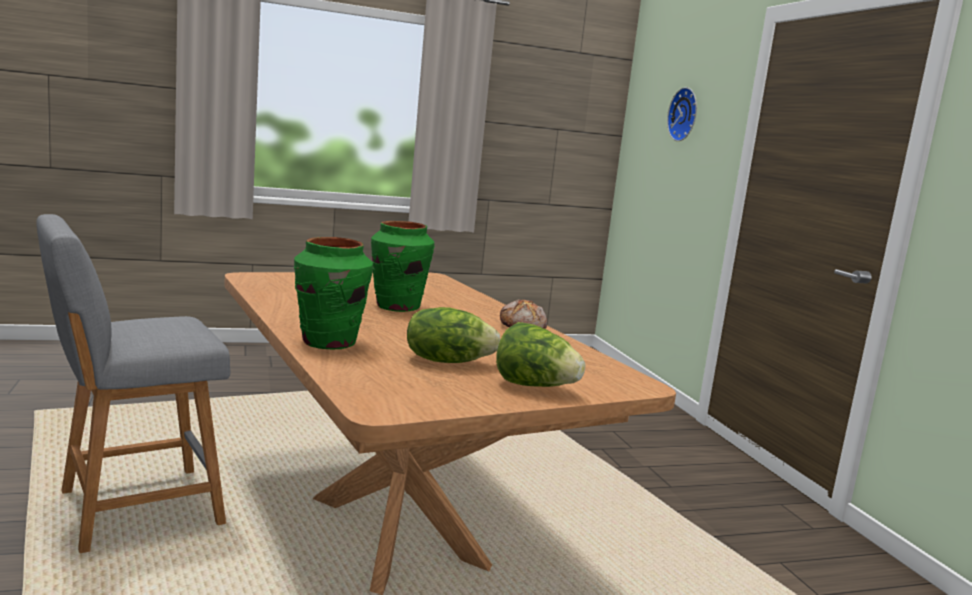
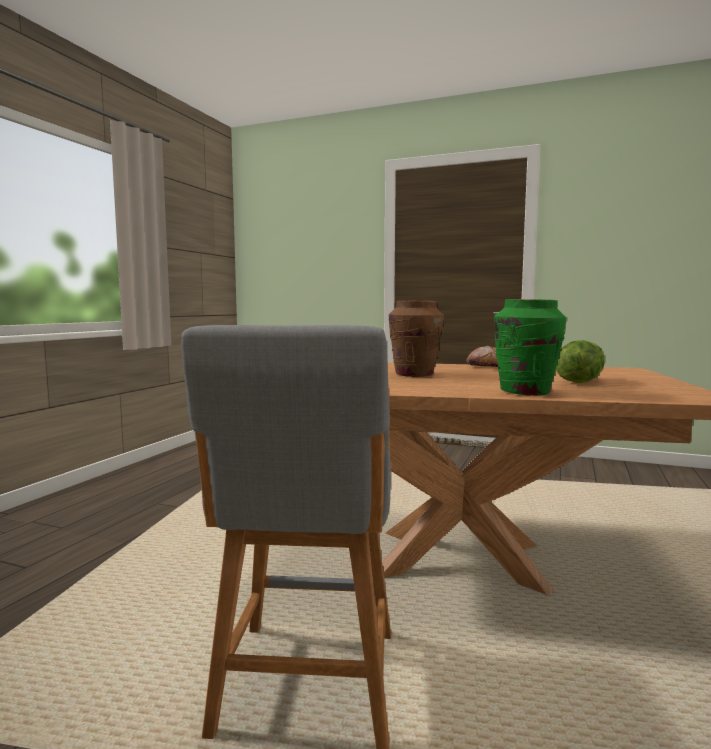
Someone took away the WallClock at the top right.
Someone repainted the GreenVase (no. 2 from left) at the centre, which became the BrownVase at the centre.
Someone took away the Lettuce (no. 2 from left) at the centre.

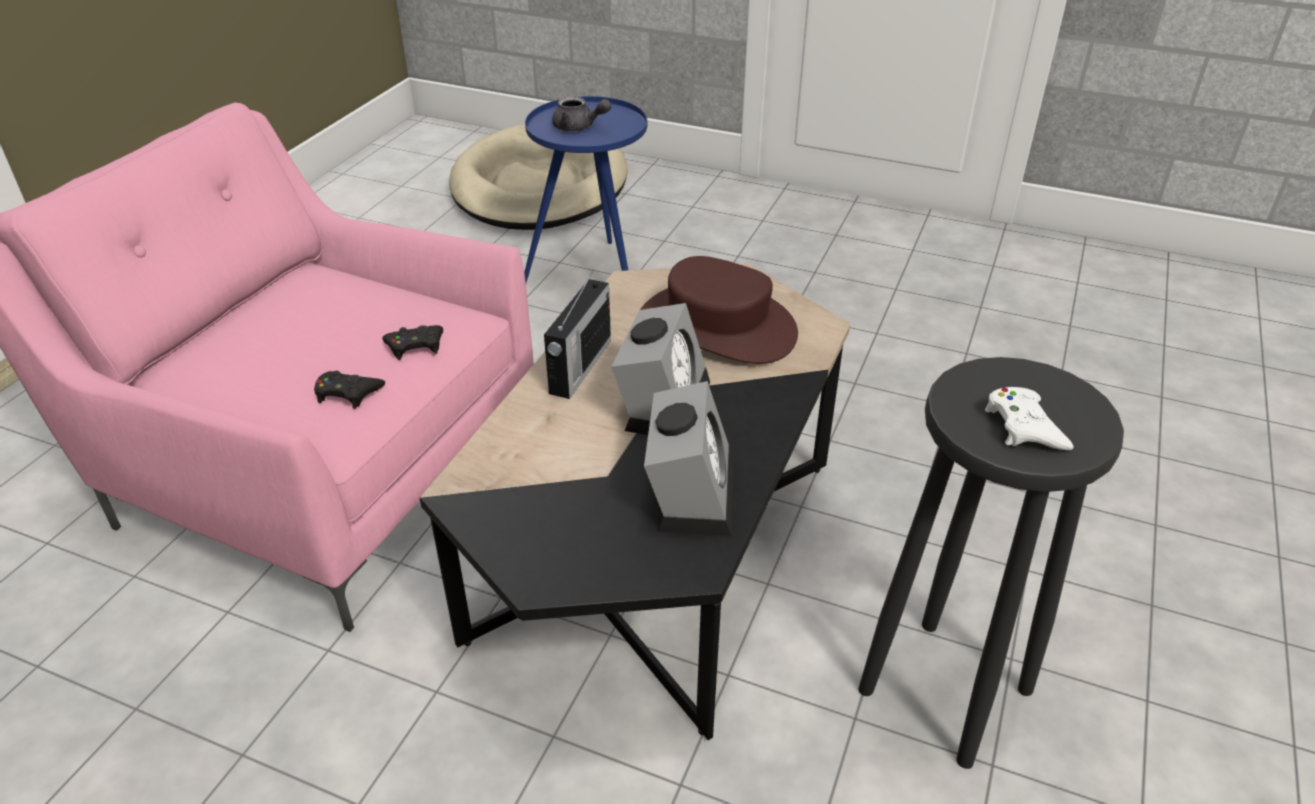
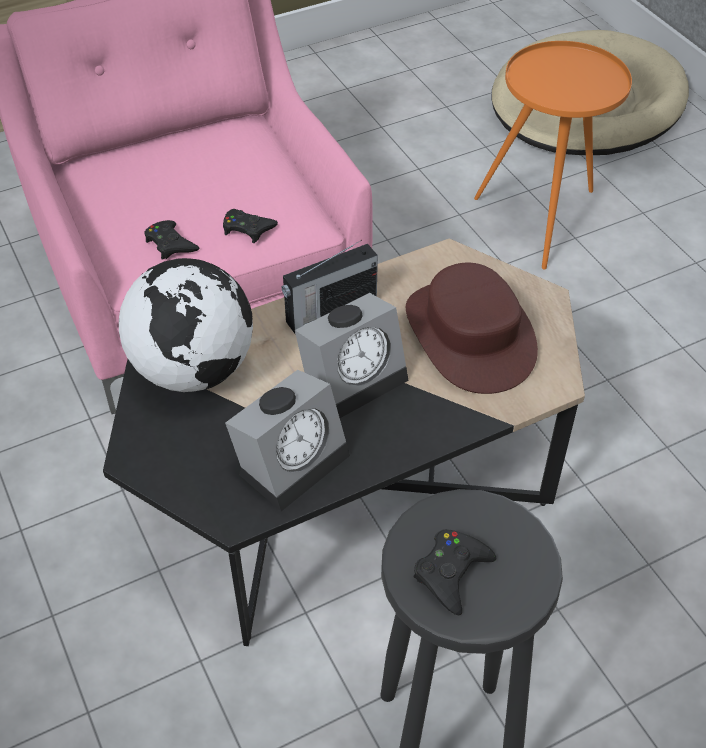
Someone repainted the BlueSideTable at the top centre, which became the OrangeSideTable at the top right.
Someone took away the GreyTeapot at the top centre.
Someone repainted the WhiteGameController at the middle right, which became the BlackGameController (no. 3 from left) at the bottom centre.
Someone put down the Globe at the middle left.

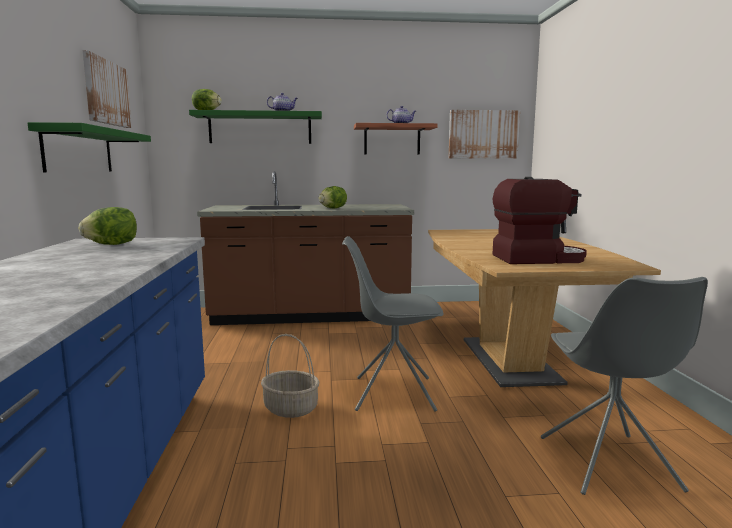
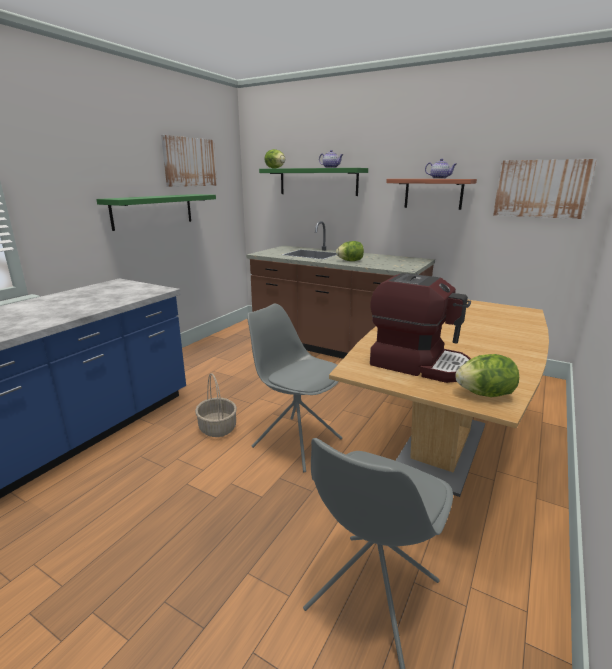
Someone carried the Lettuce (no. 1 from left in the first image) from the middle left to the middle right.

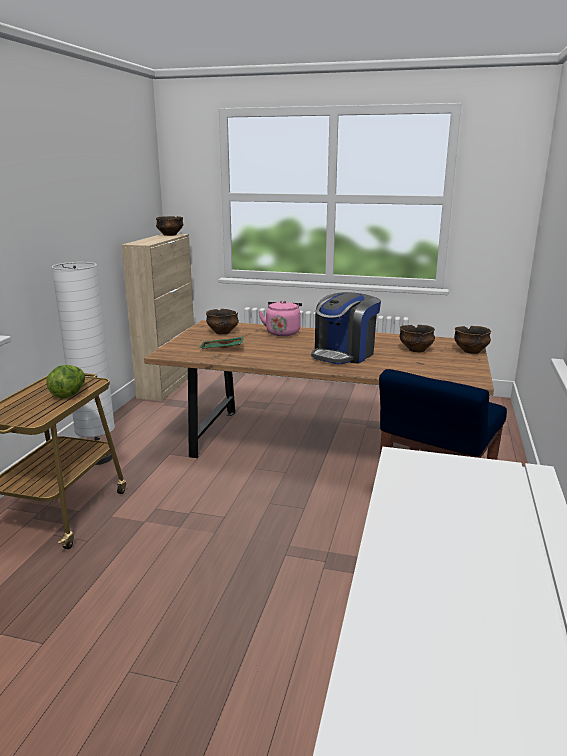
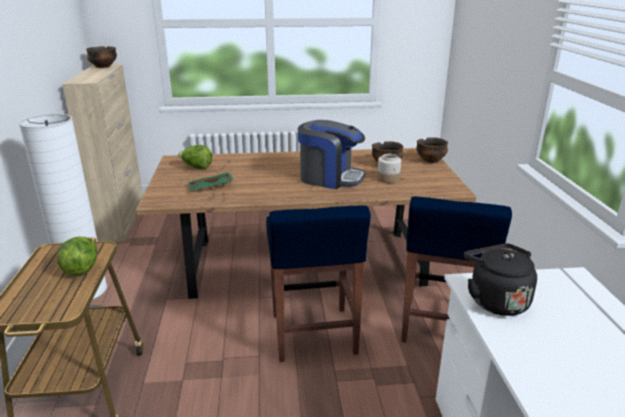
Someone rotated the CoffeeMachine at the centre by 90 degrees counterclockwise.
Someone took away the PinkKettle at the centre.
Someone swapped the Bowl (no. 2 from left) at the centre for the Lettuce (no. 2 from left) at the middle left.
Someone put down the Jar at the centre.
Someone put down the BlueStool (no. 1 from left) at the bottom centre.
Someone put down the BlackKettle at the bottom right.

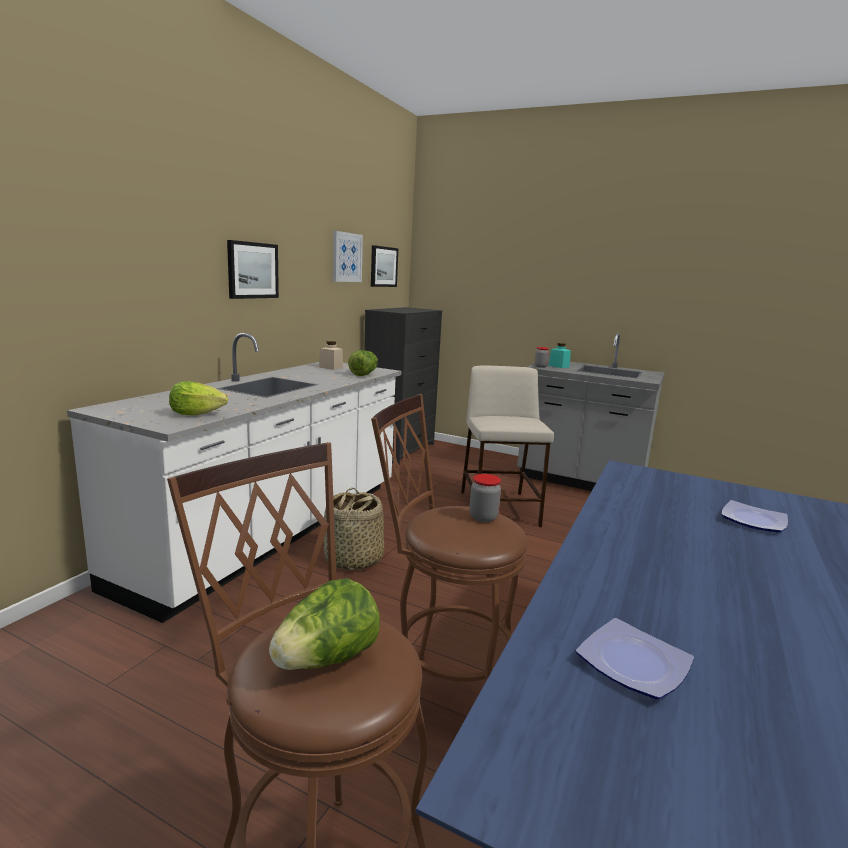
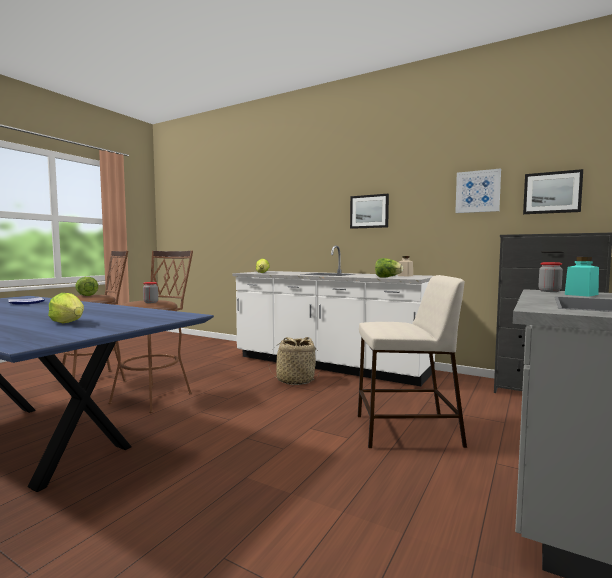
Someone swapped the Plate (no. 2 from left) at the middle right for the Lettuce (no. 1 from left) at the middle left.

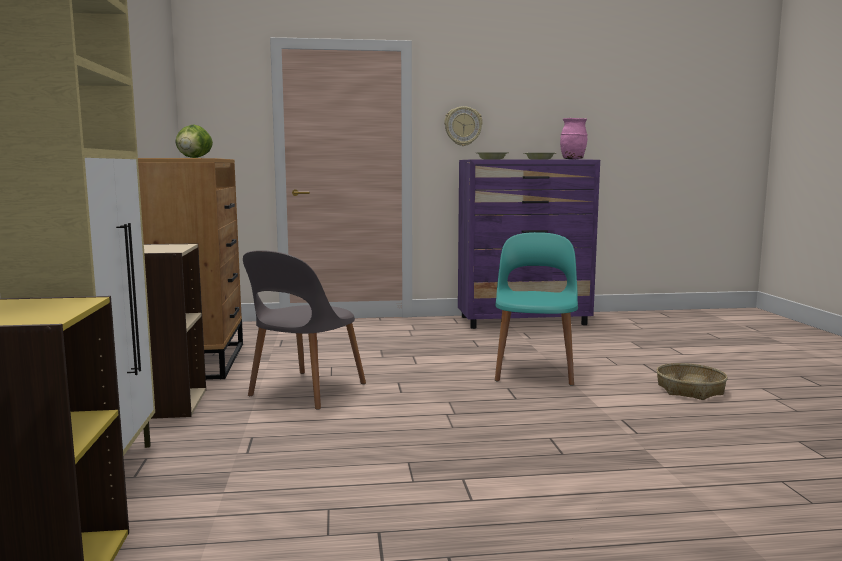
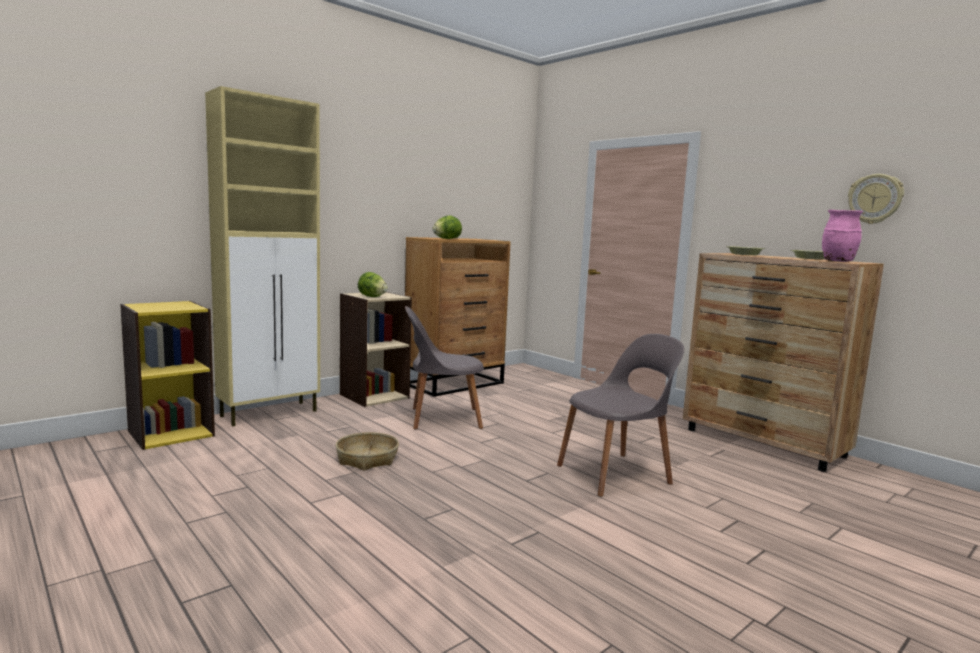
Someone carried the WallClock from the top centre to the top right.
Someone repainted the PurpleDresser at the centre, which became the BrownDresser (no. 2 from left) at the middle right.
Someone repainted the TurquoiseChair at the centre, which became the GreyChair (no. 2 from left) at the centre.
Someone carried the Basket from the bottom right to the bottom centre.
Someone put down the Lettuce (no. 1 from left) at the centre.

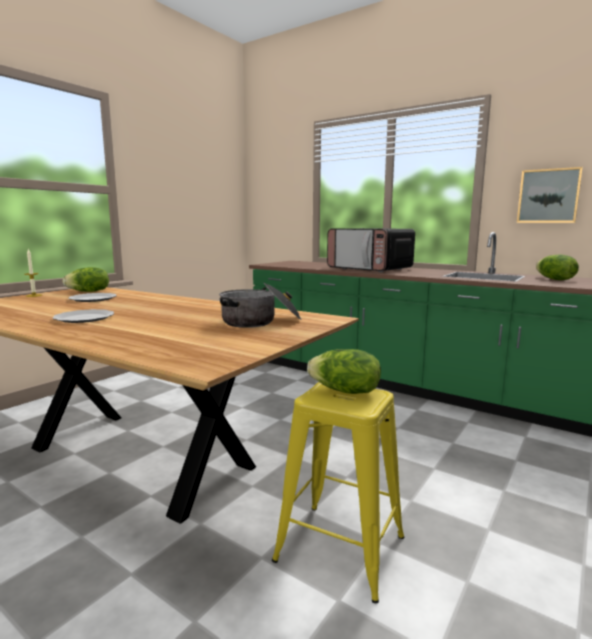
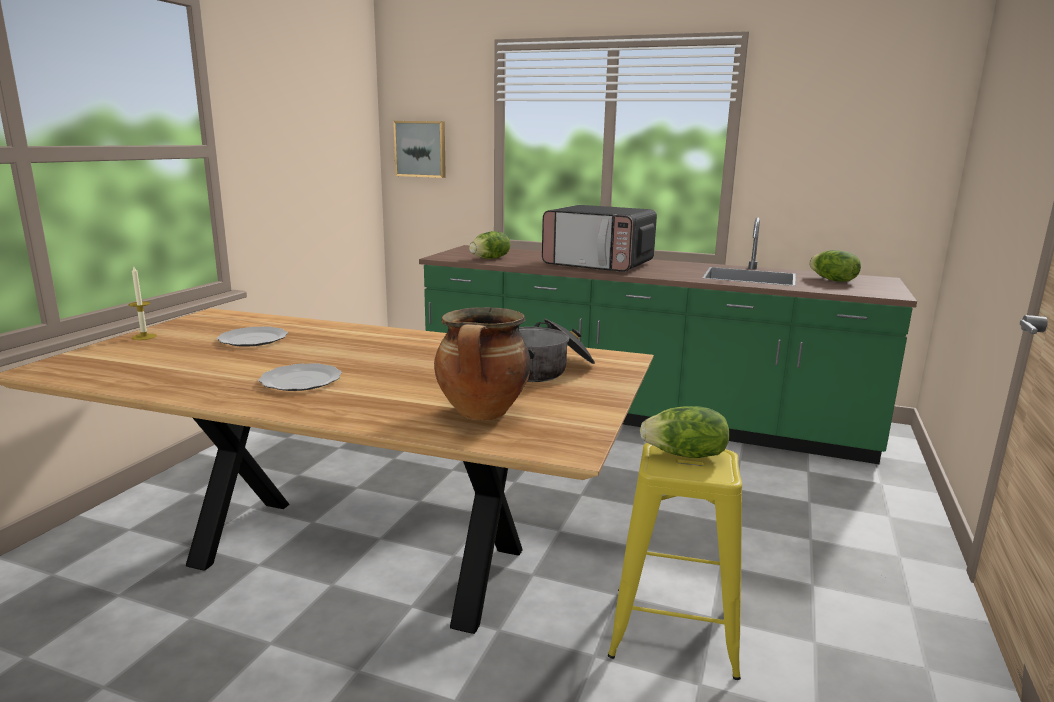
Someone carried the Picture from the top right to the top centre.
Someone carried the Lettuce (no. 1 from left) from the middle left to the centre.
Someone put down the CookingPot (no. 1 from left) at the centre.

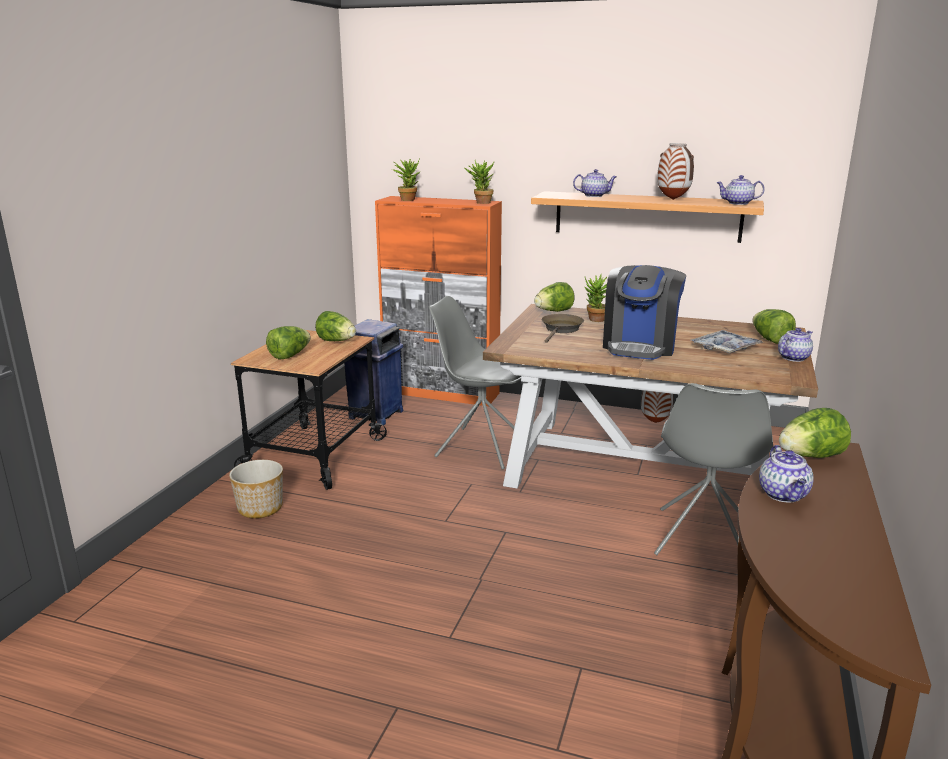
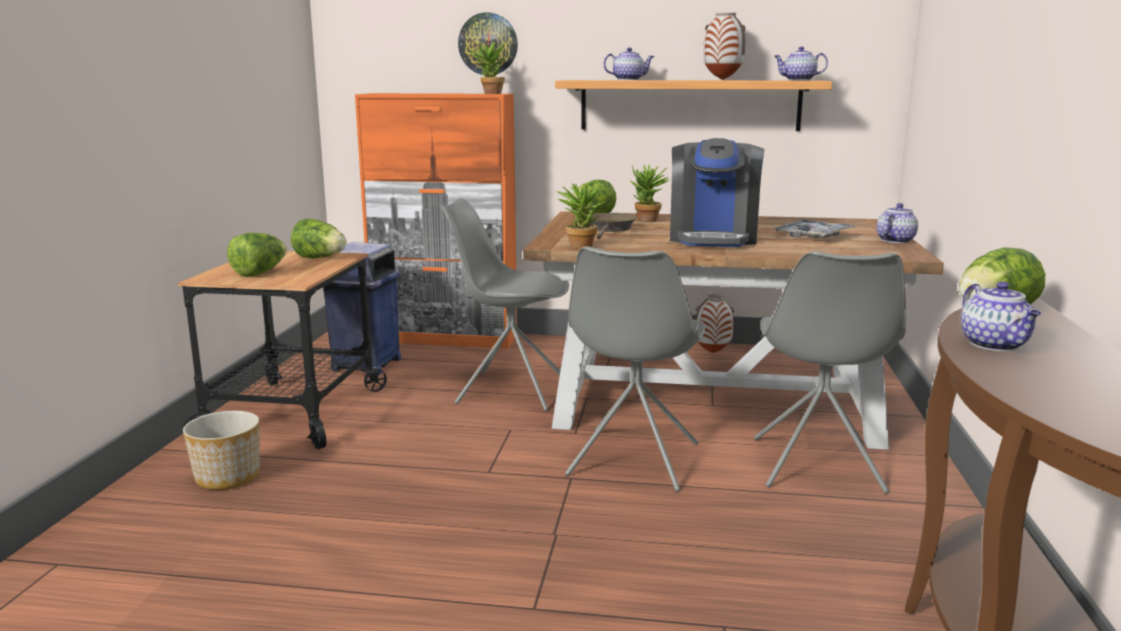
Someone carried the PottedPlant (no. 1 from left in the first image) from the top centre to the centre.
Someone took away the Lettuce (no. 4 from left) at the middle right.
Someone put up the WallClock at the top centre.
Someone put down the GreyChair (no. 2 from left) at the centre.

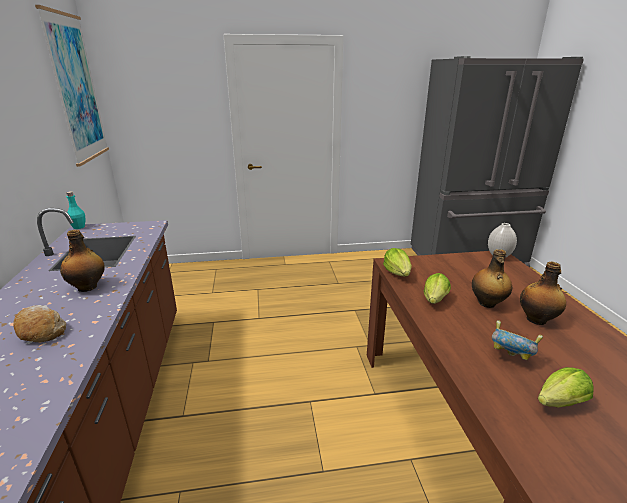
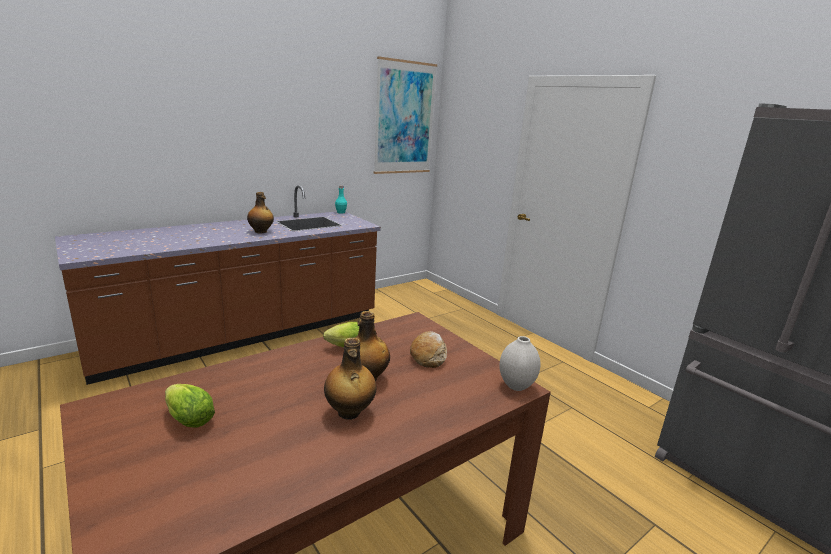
Someone took away the Lettuce (no. 1 from left) at the centre.
Someone carried the Bread from the middle left to the centre.
Someone took away the Bowl at the bottom right.

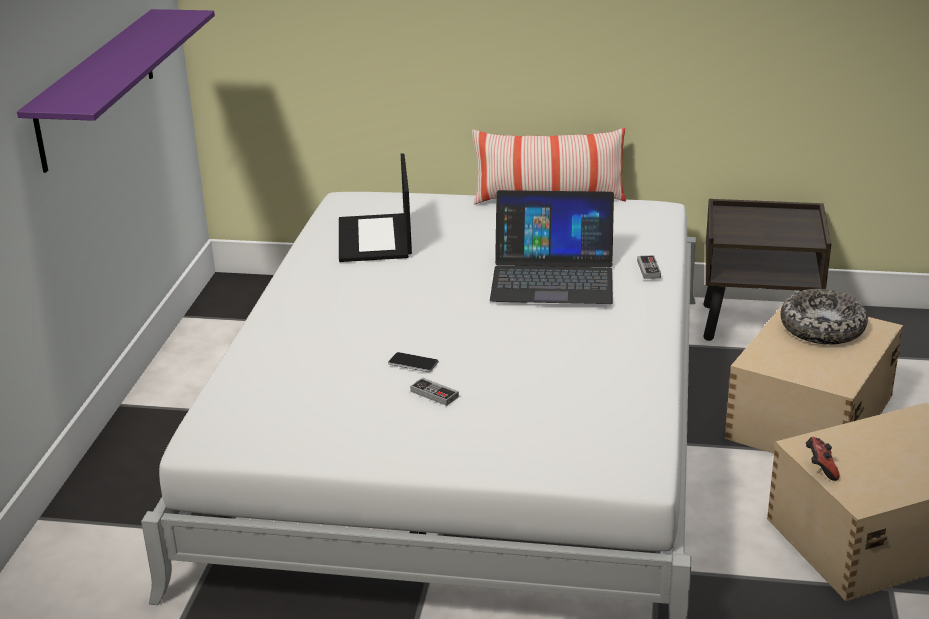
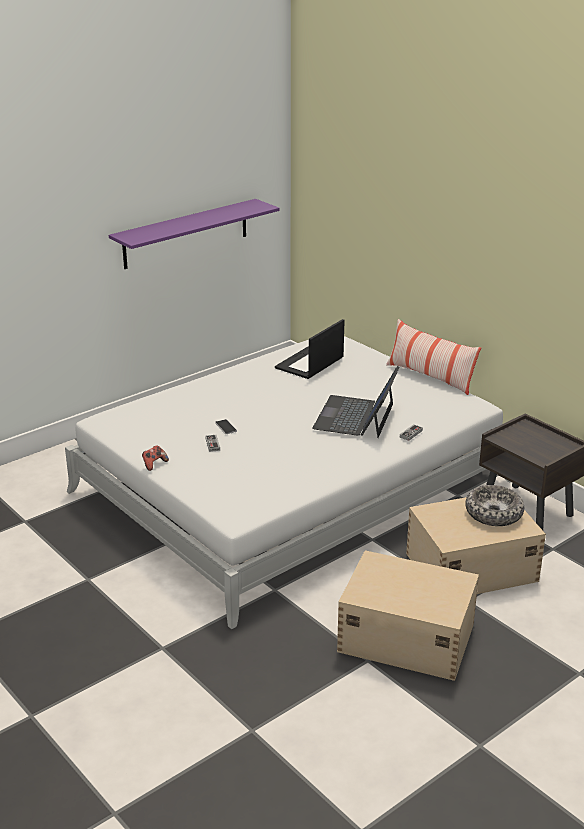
Someone rotated the Laptop (no. 2 from left) at the centre by 60 degrees clockwise.
Someone carried the GameController (no. 3 from left in the first image) from the bottom right to the middle left.

